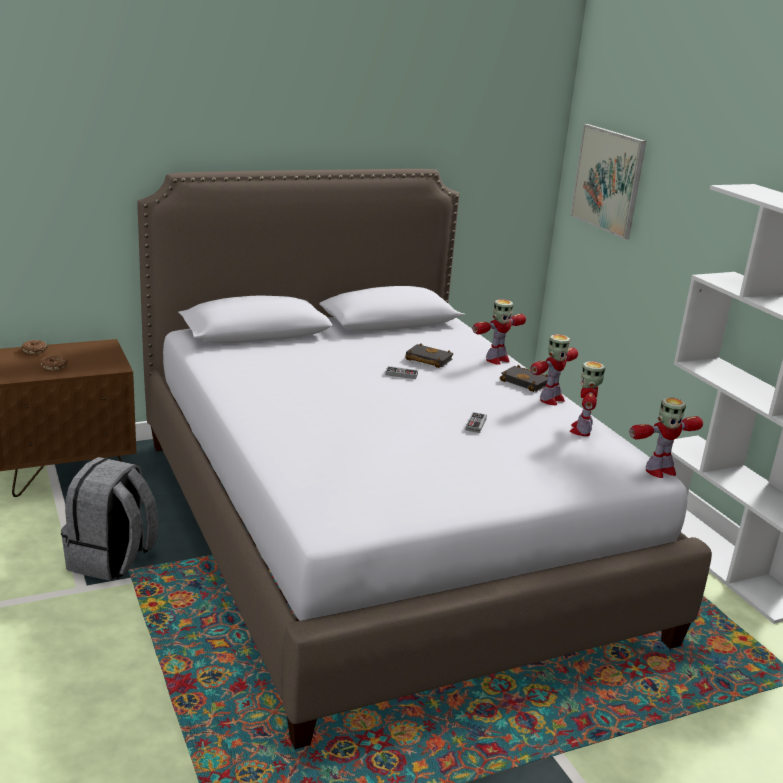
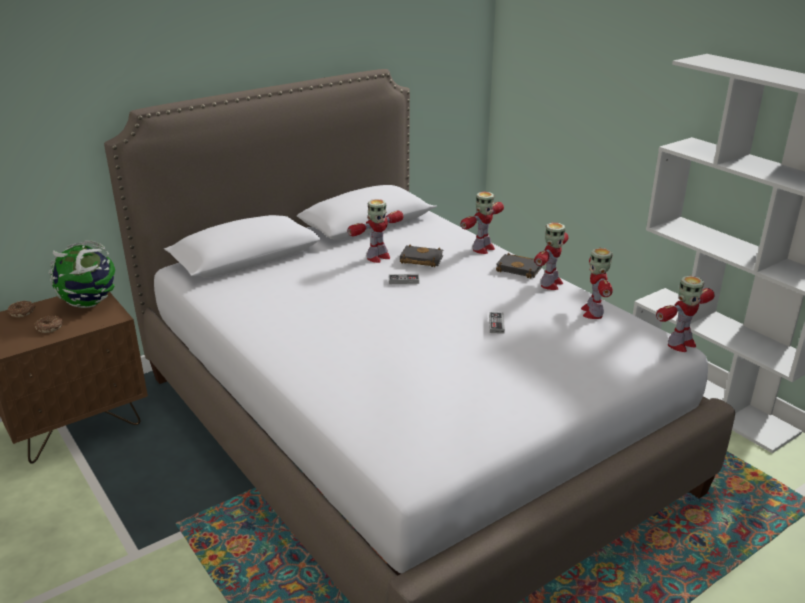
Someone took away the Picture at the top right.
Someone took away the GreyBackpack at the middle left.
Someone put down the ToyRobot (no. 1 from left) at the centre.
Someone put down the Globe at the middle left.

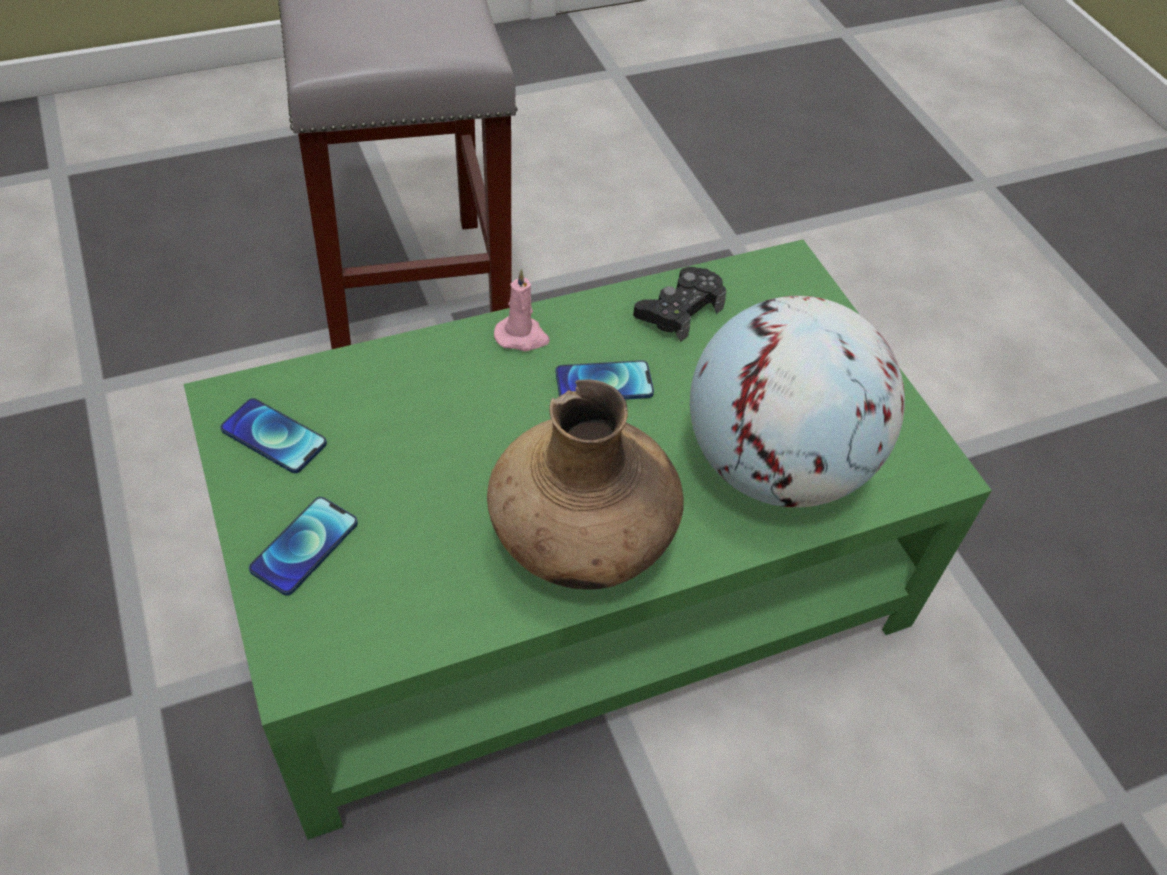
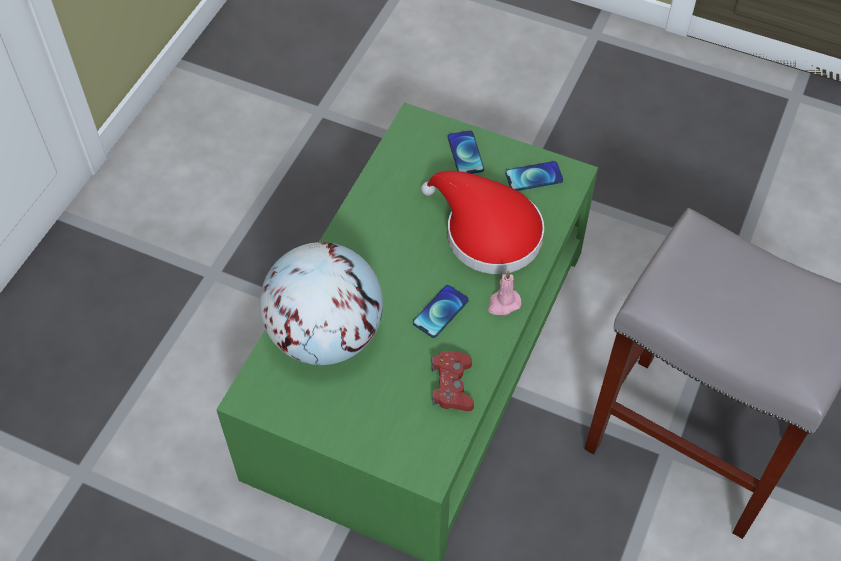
Someone repainted the BlackGameController at the centre, which became the RedGameController at the bottom centre.
Someone took away the BrownVase at the centre.
Someone put down the RedHat at the centre.

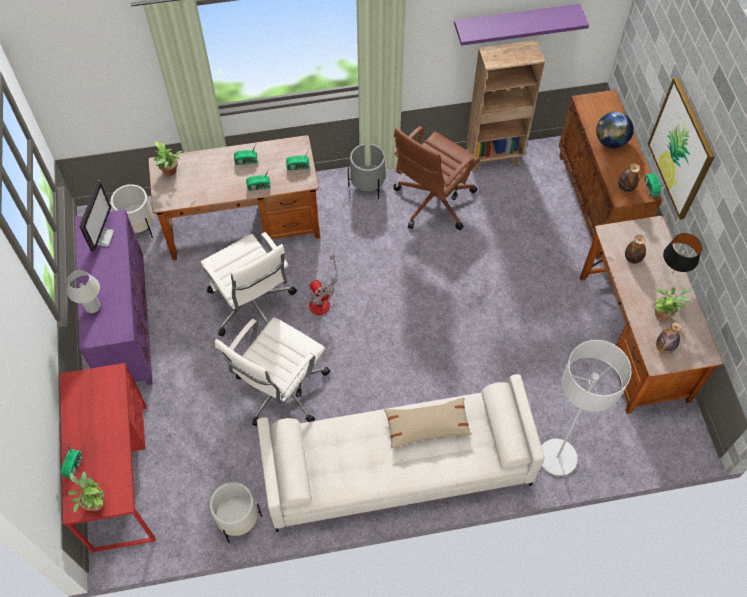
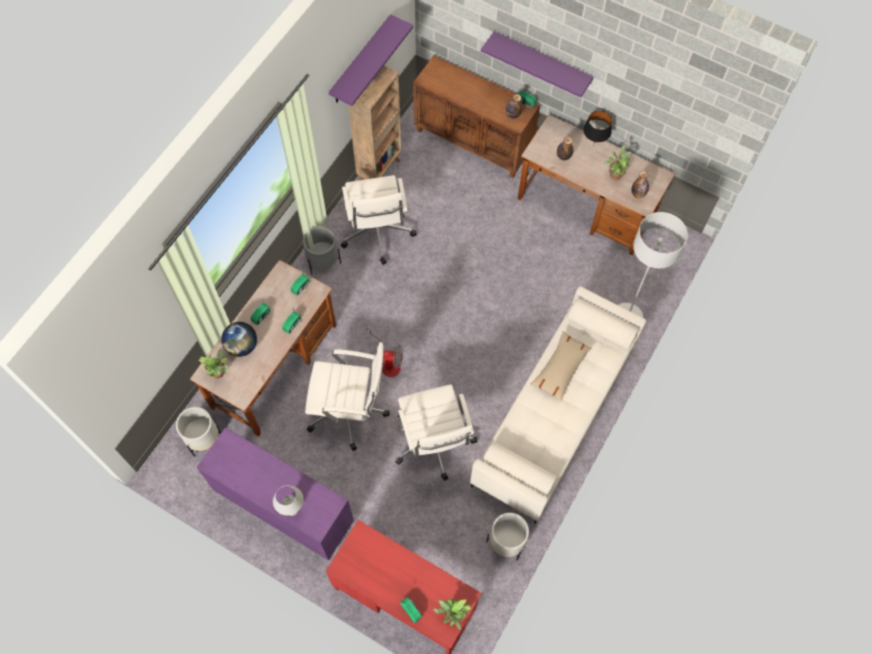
Someone swapped the Picture at the top right for the PurpleShelf (no. 2 from left) at the top centre.
Someone carried the Globe from the top right to the middle left.
Someone repainted the BrownOfficeChair at the top centre, which became the WhiteOfficeChair (no. 2 from left) at the centre.
Someone took away the Monitor at the middle left.

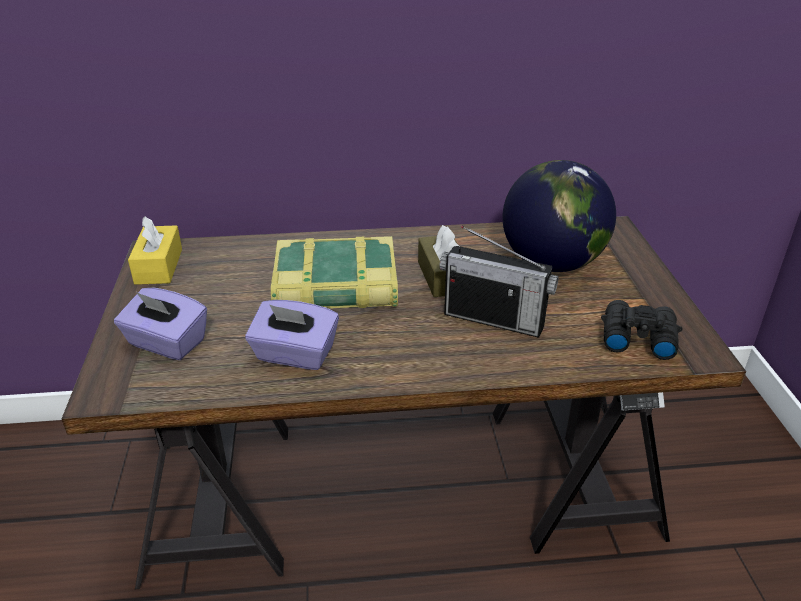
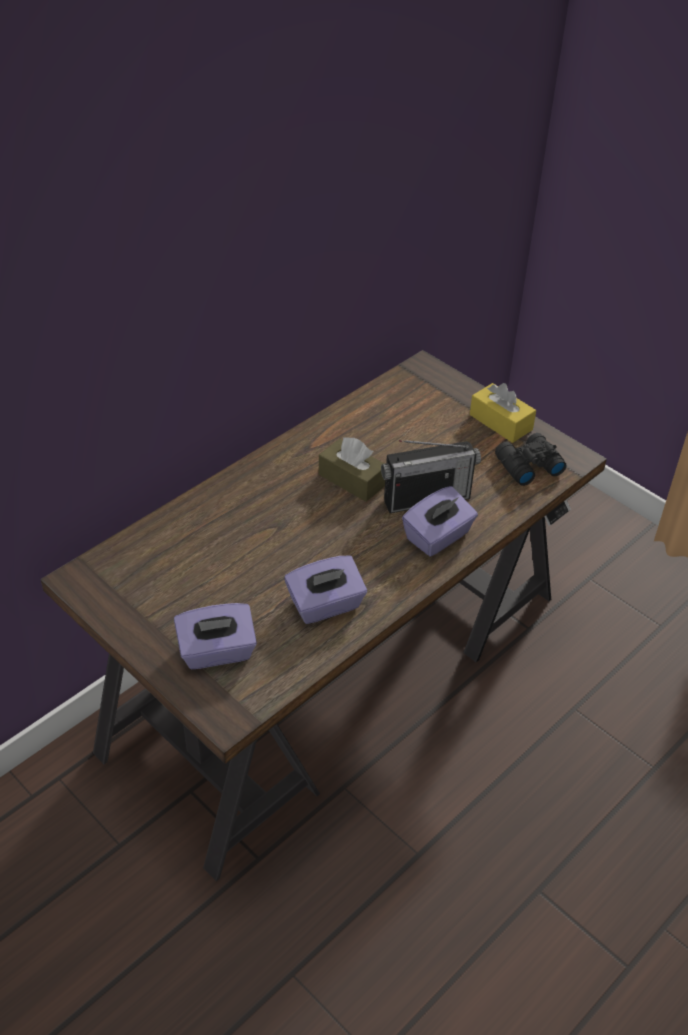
Someone took away the Globe at the middle right.
Someone carried the YellowTissueBox from the middle left to the middle right.
Someone took away the Book at the centre.
Someone put down the PurpleTissueBox (no. 3 from left) at the centre.

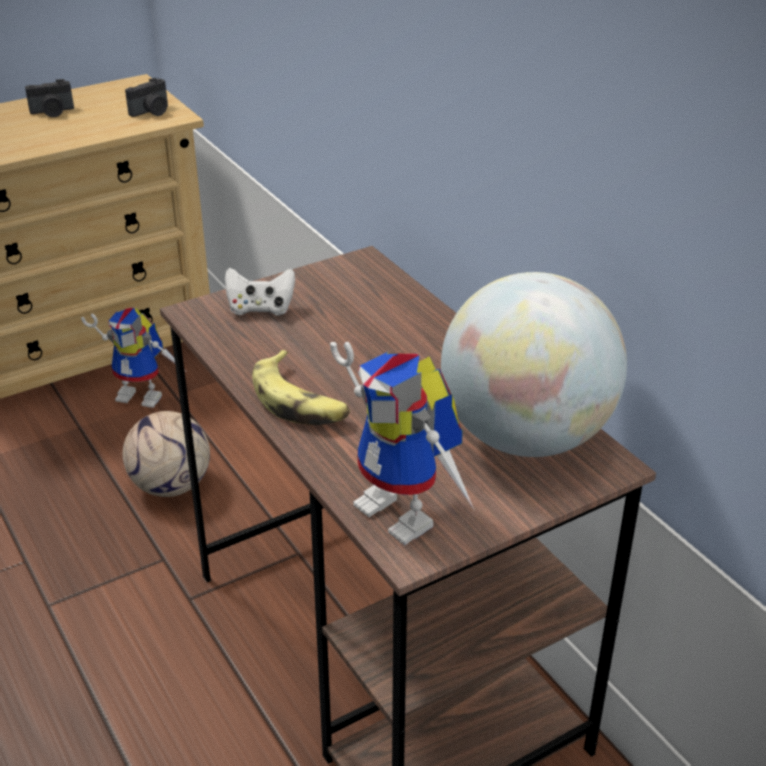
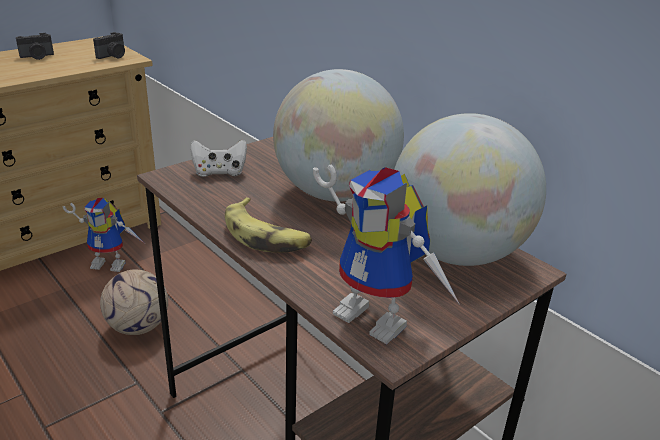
Someone put down the Globe (no. 1 from left) at the top centre.

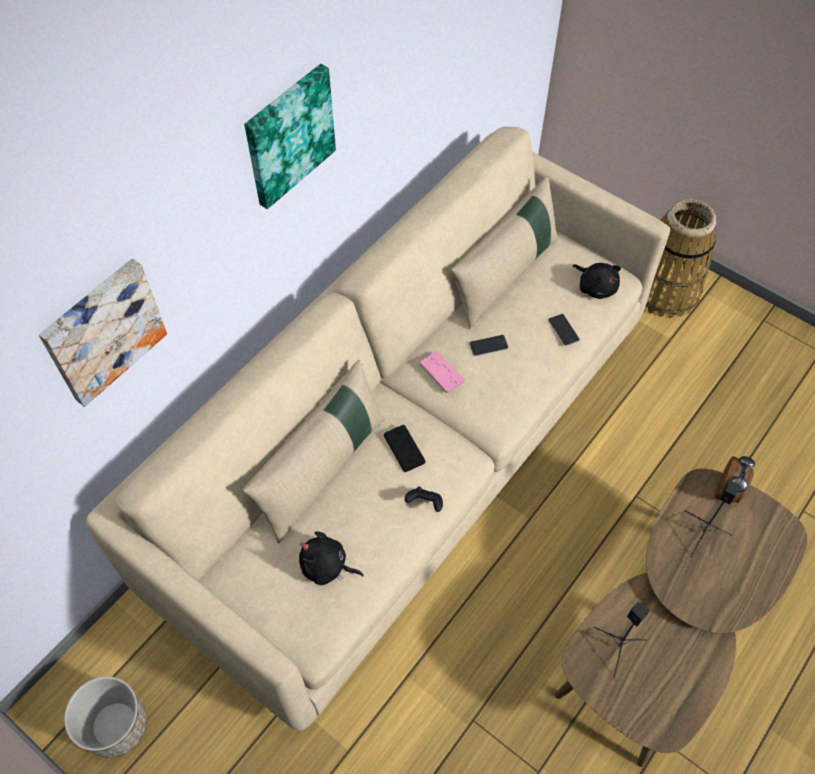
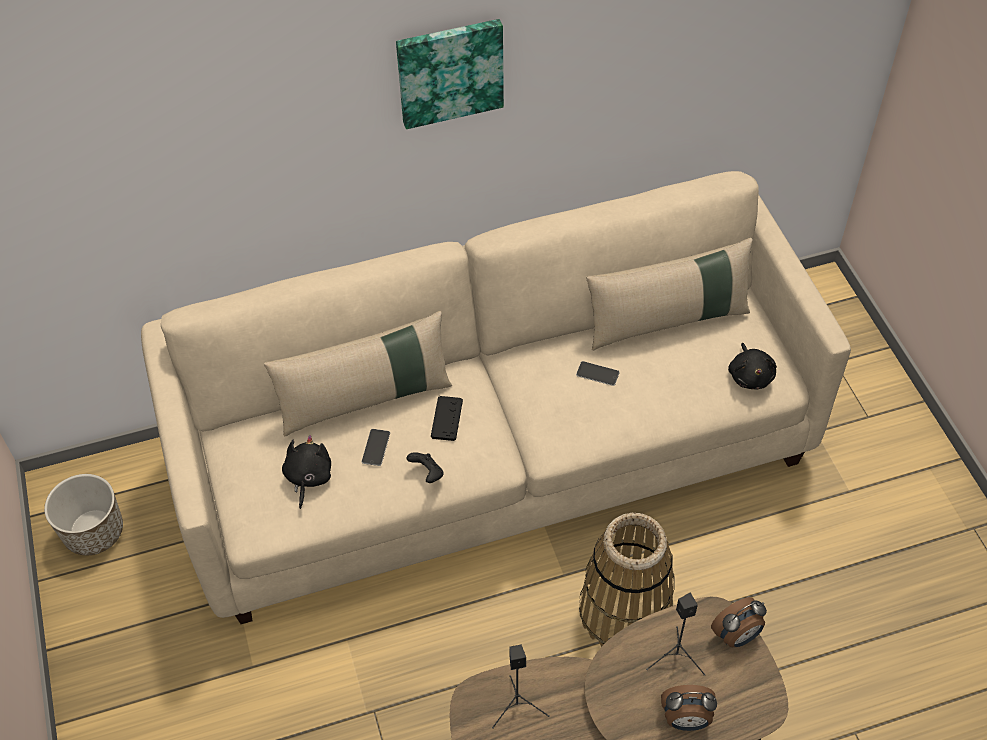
Someone carried the Basket from the middle right to the bottom centre.
Someone took away the Picture (no. 1 from left) at the middle left.
Someone carried the Phone (no. 2 from left in the first image) from the middle right to the centre.
Someone took away the PinkGameController at the centre.
Someone rotated the BlackPlushToy (no. 1 from left) at the bottom centre by 45 degrees clockwise.
Someone put down the AlarmClock (no. 1 from left) at the bottom right.

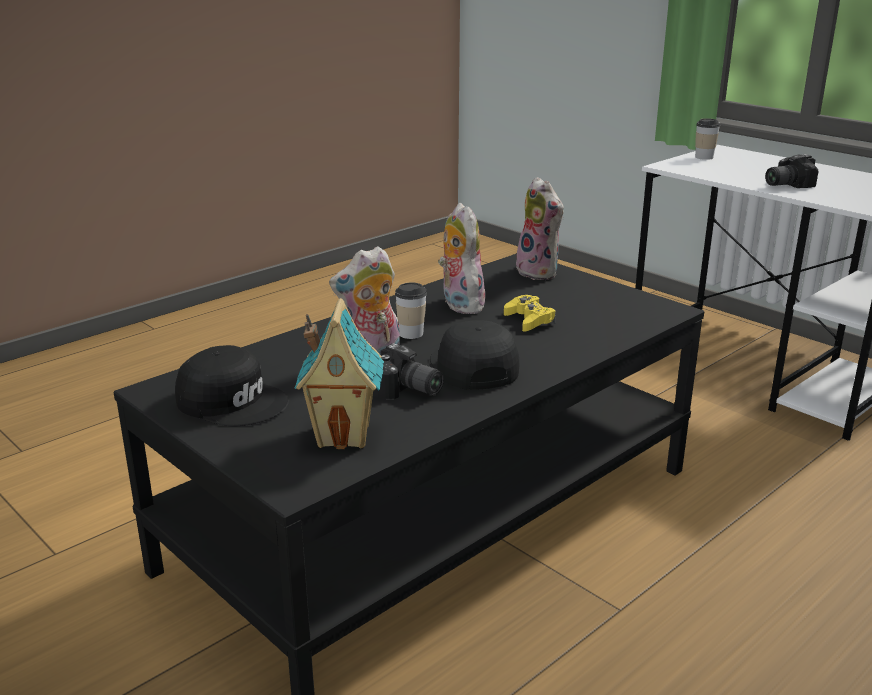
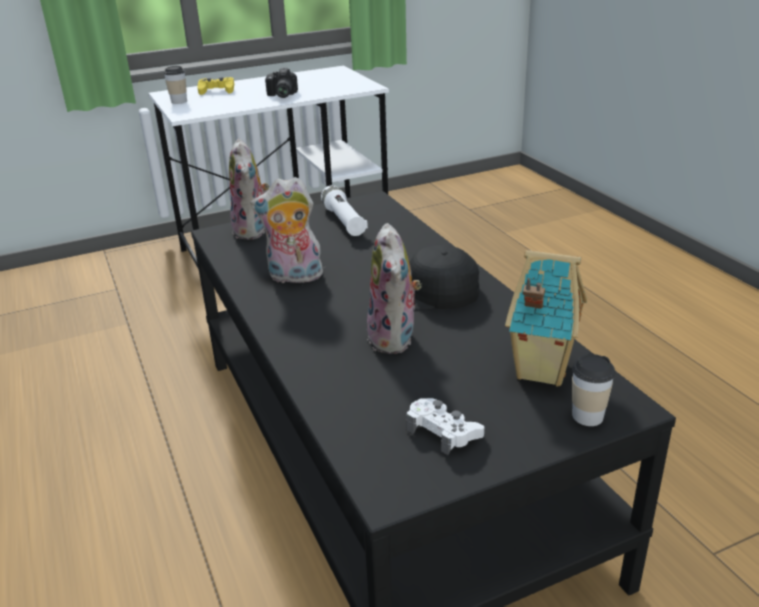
Someone rotated the PlushToy (no. 3 from left in the first image) at the top centre by 90 degrees clockwise.
Someone carried the Cup (no. 1 from left in the first image) from the centre to the middle right.
Someone carried the YellowGameController from the centre to the top left.
Someone took away the PhotoCamera (no. 1 from left) at the centre.
Someone swapped the BlackCap (no. 1 from left) at the middle left for the WhiteGameController at the bottom centre.
Someone put down the WhiteFlashlight at the centre.

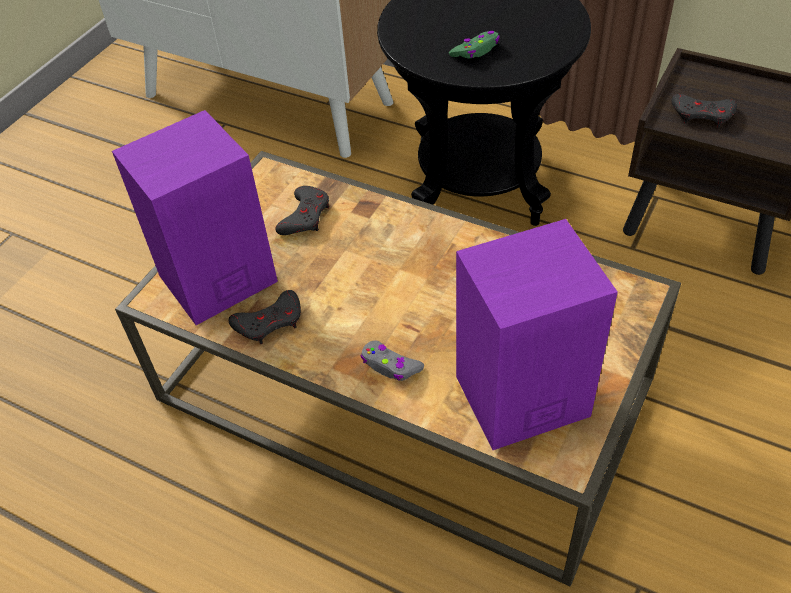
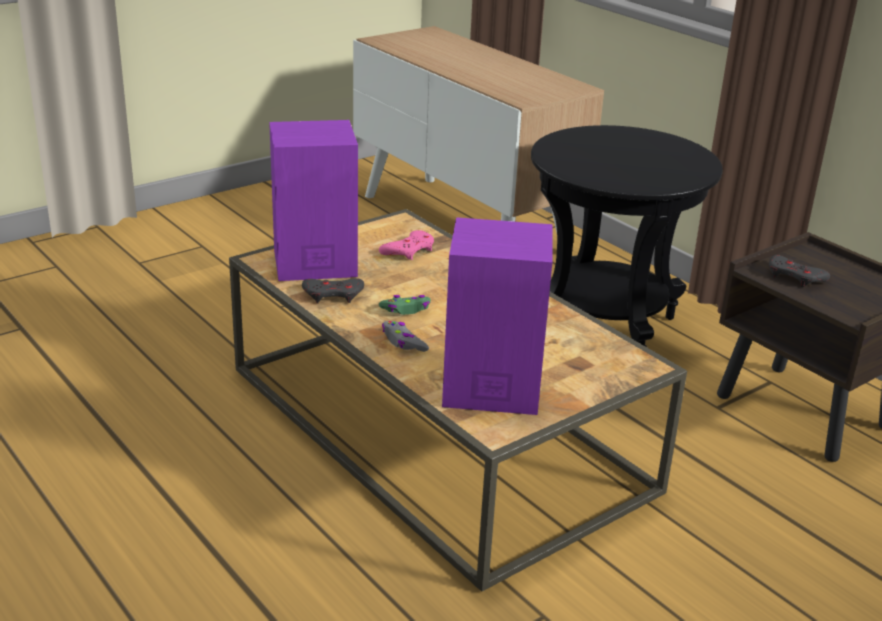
Someone carried the GreenGameController from the top centre to the centre.
Someone repainted the GreyGameController (no. 2 from left) at the centre, which became the PinkGameController at the centre.

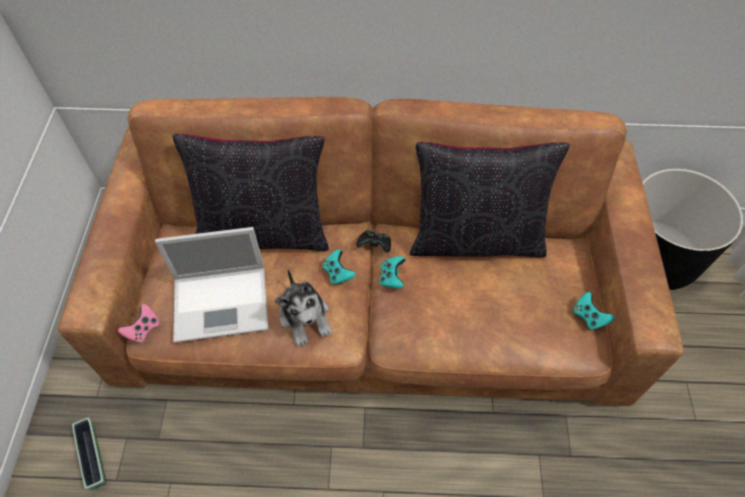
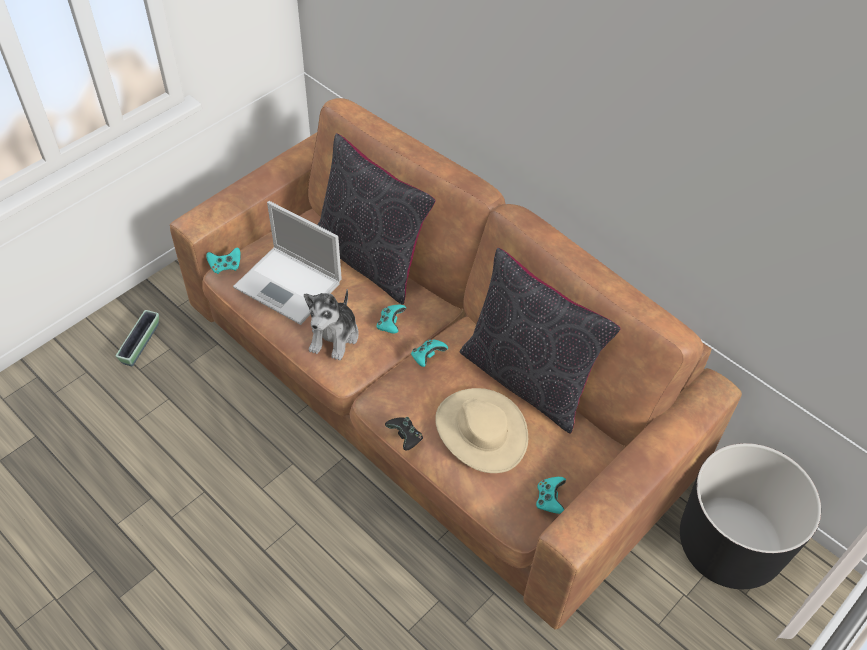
Someone carried the BlackGameController from the centre to the bottom centre.
Someone repainted the PinkGameController at the middle left, which became the TurquoiseGameController (no. 1 from left) at the middle left.
Someone put down the BeigeHat at the centre.

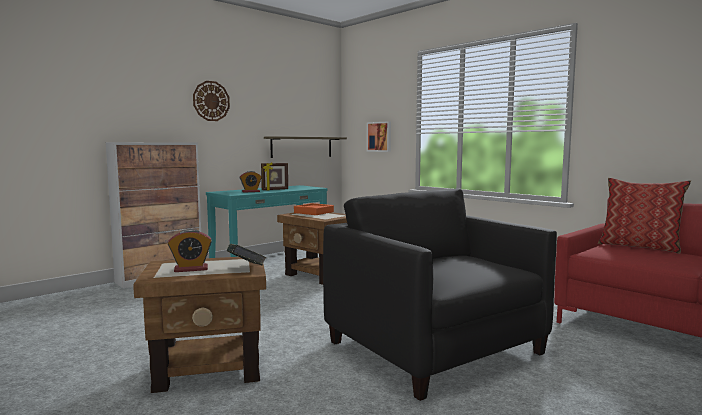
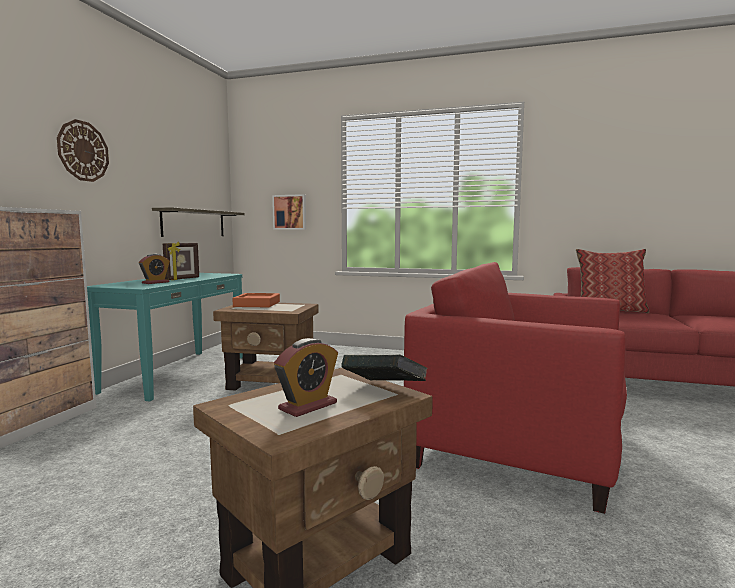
Someone repainted the BlackArmchair at the bottom centre, which became the RedArmchair at the middle right.

